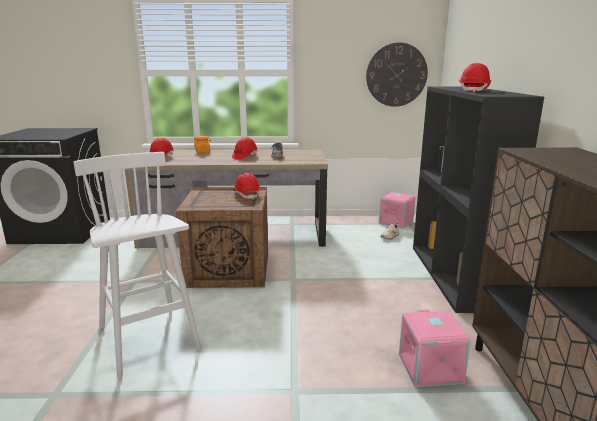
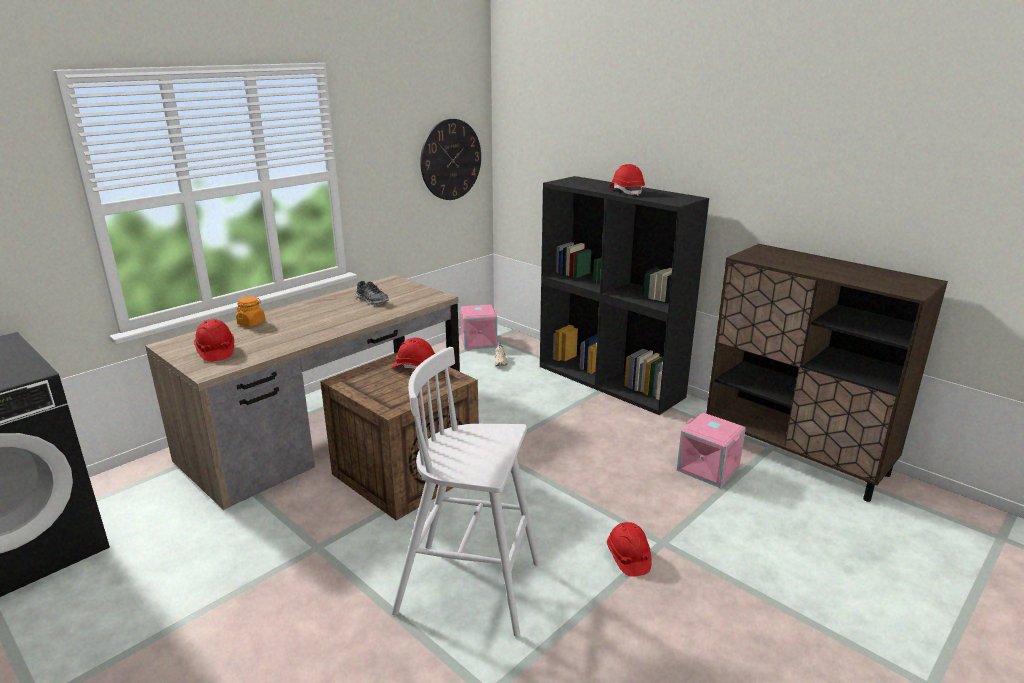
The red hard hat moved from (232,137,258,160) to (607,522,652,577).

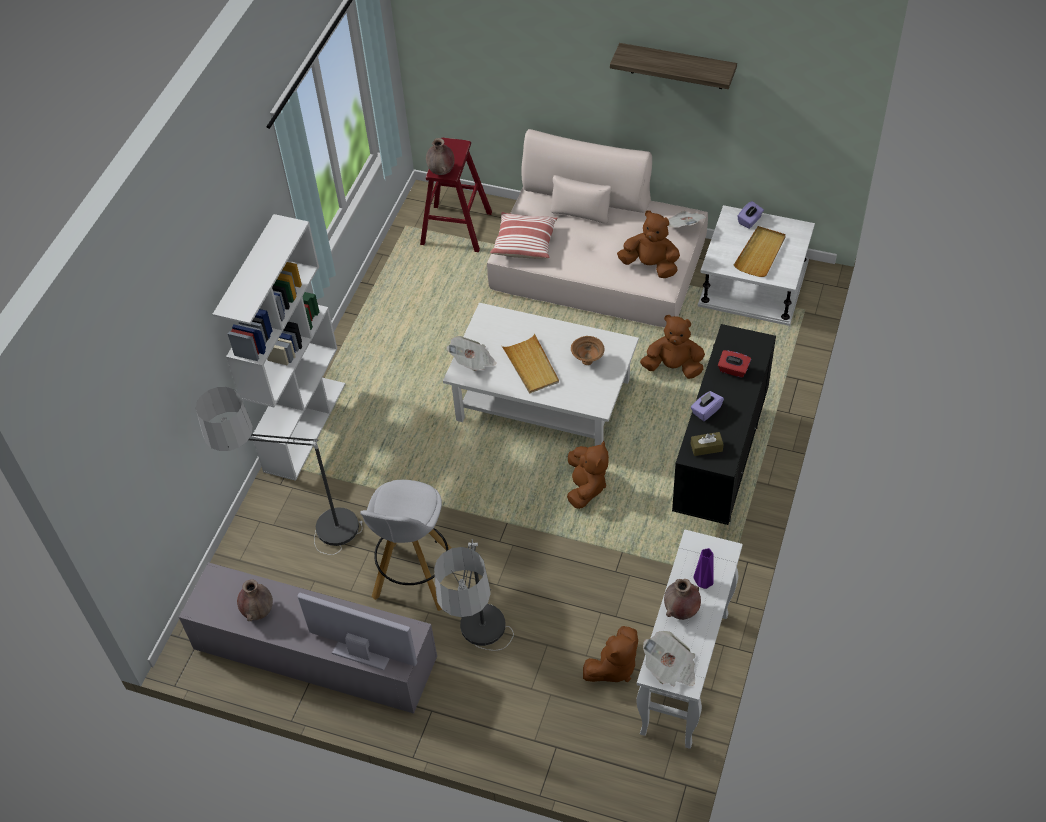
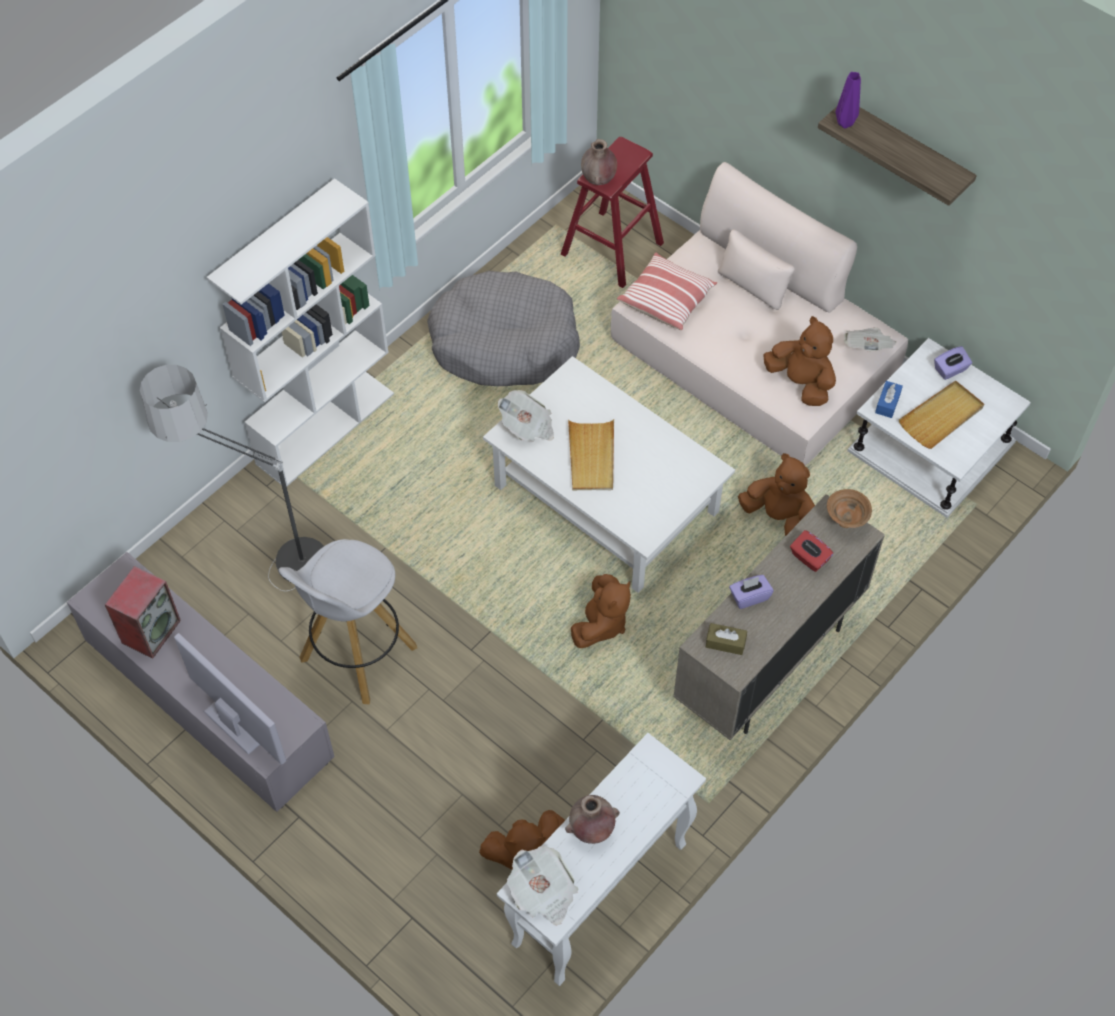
The black-coloured cabinet at (672,324,776,525) became the beige-coloured cabinet at (673,494,885,740). The brown-coloured serving bowl moved from (571,336,605,365) to (827,489,872,528). The floor lamp at (434,539,514,651) disappeared. The purple decorative vase moved from (693,548,714,589) to (836,72,861,129). The brown-coloured decorative vase at (237,580,273,621) was replaced by the speaker at (105,566,181,659). The grey dog cushion at (427,271,580,386) appeared. The blue-coloured tissue box at (875,381,903,418) appeared.

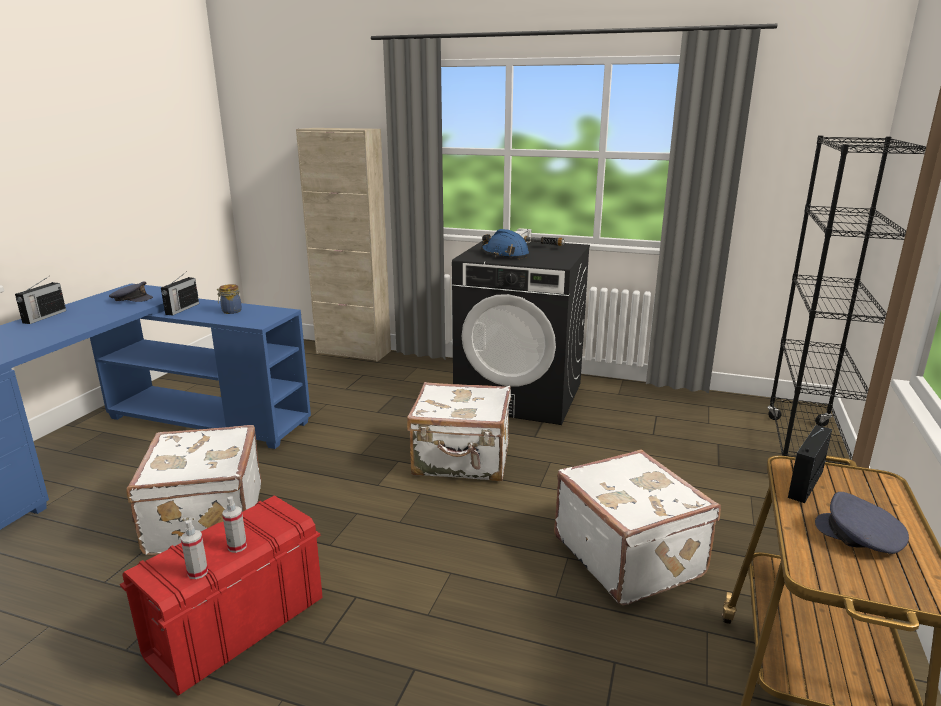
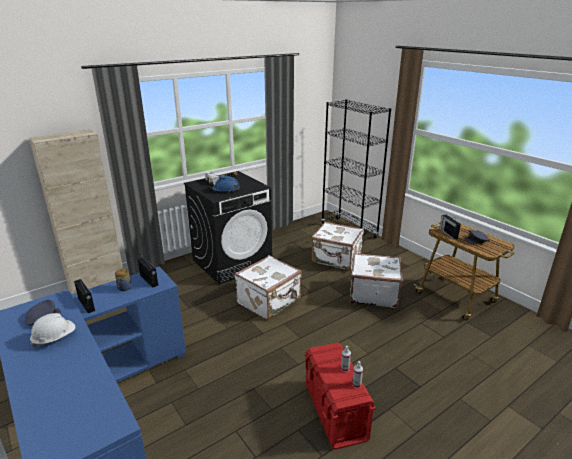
The radio receiver moved from (15,277,66,324) to (137,257,158,288). The white-coloured travel case moved from (126,425,262,556) to (311,222,364,271). The white-coloured hard hat at (30,313,76,348) appeared.

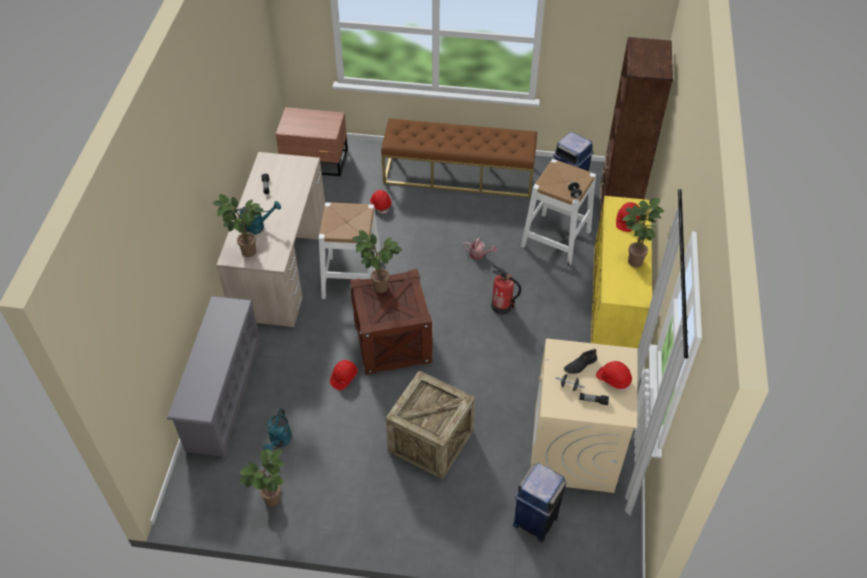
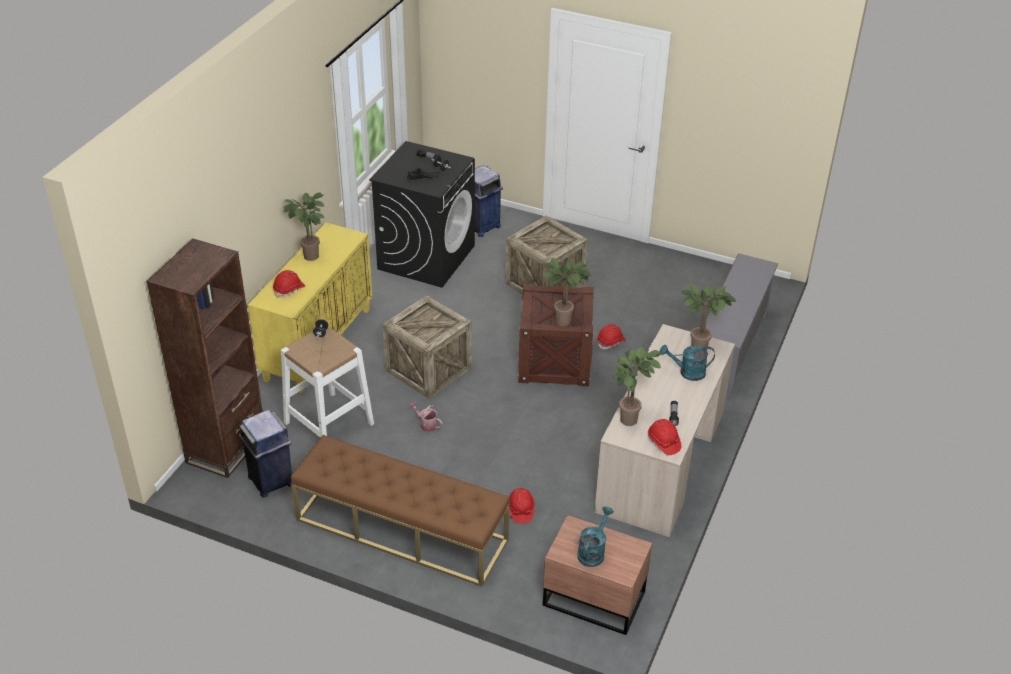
The white-coloured stool at (318,202,382,299) disappeared. The fire extinguisher at (491,264,521,315) was replaced by the crate at (383,295,472,399). The beige-coloured washing machine at (531,339,637,493) became the black-coloured washing machine at (369,141,475,288). The red hard hat moved from (596,361,632,391) to (648,419,681,455). The turquoise watering pot moved from (263,409,292,451) to (577,507,613,567). The potted plant moved from (239,449,284,507) to (612,347,661,426).

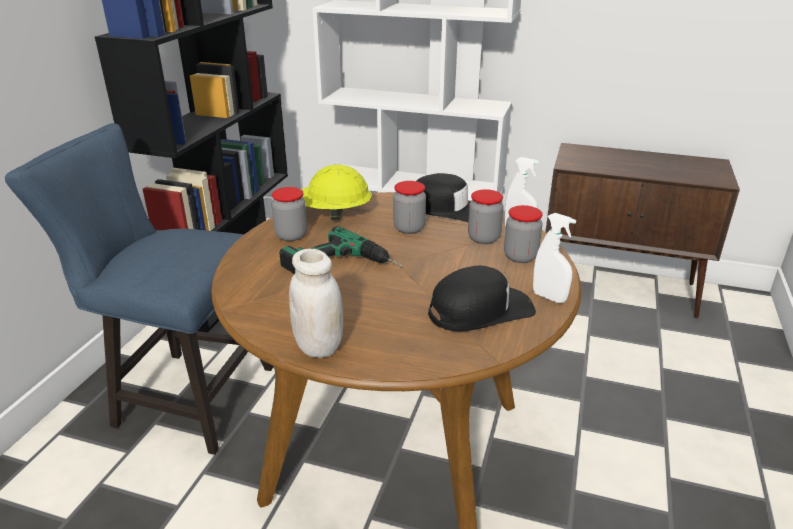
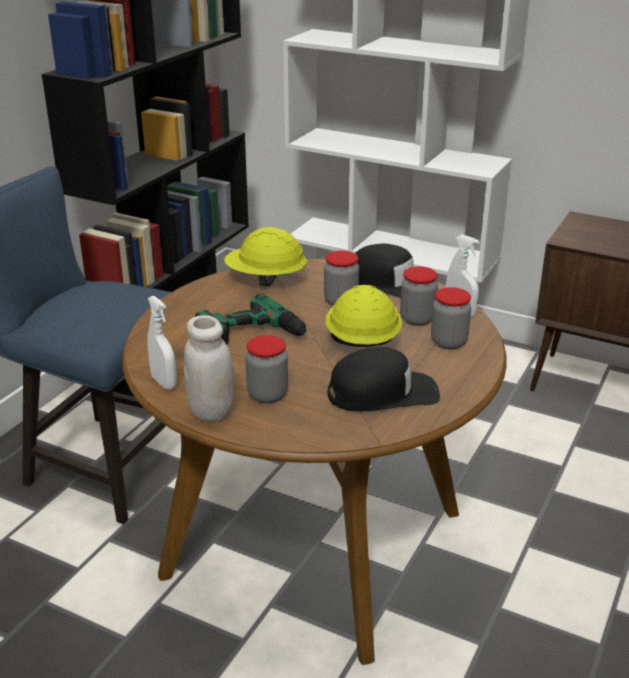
The storage jar moved from (271,187,307,241) to (245,335,288,403). The white-coloured hand sprayer moved from (533,213,576,303) to (148,296,177,390). The yellow hard hat at (325,285,402,347) appeared.

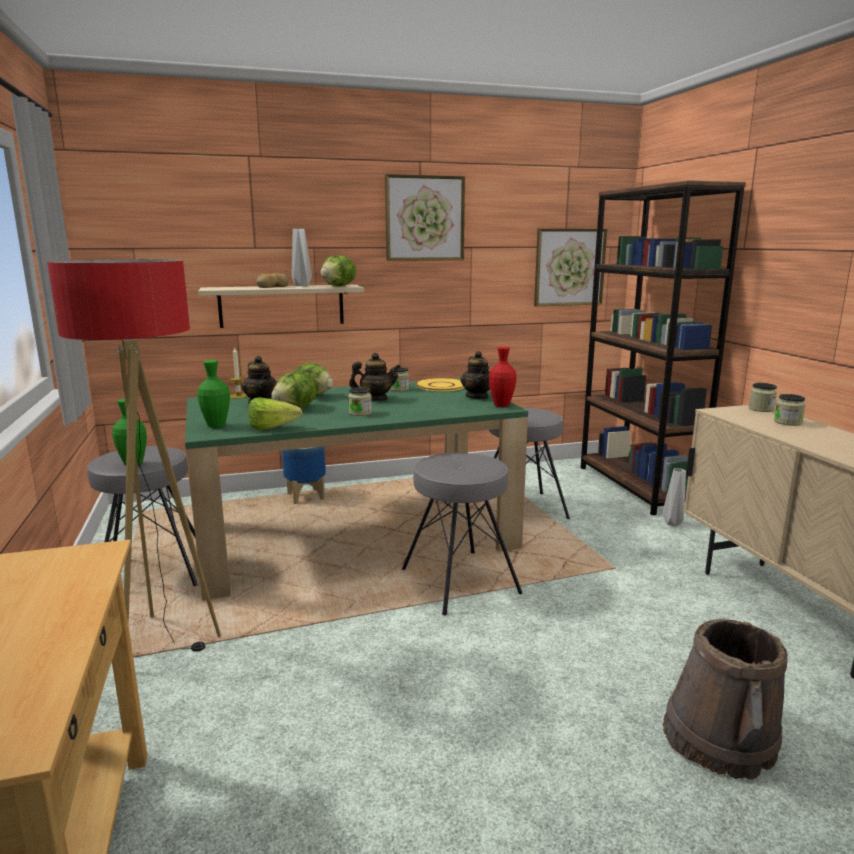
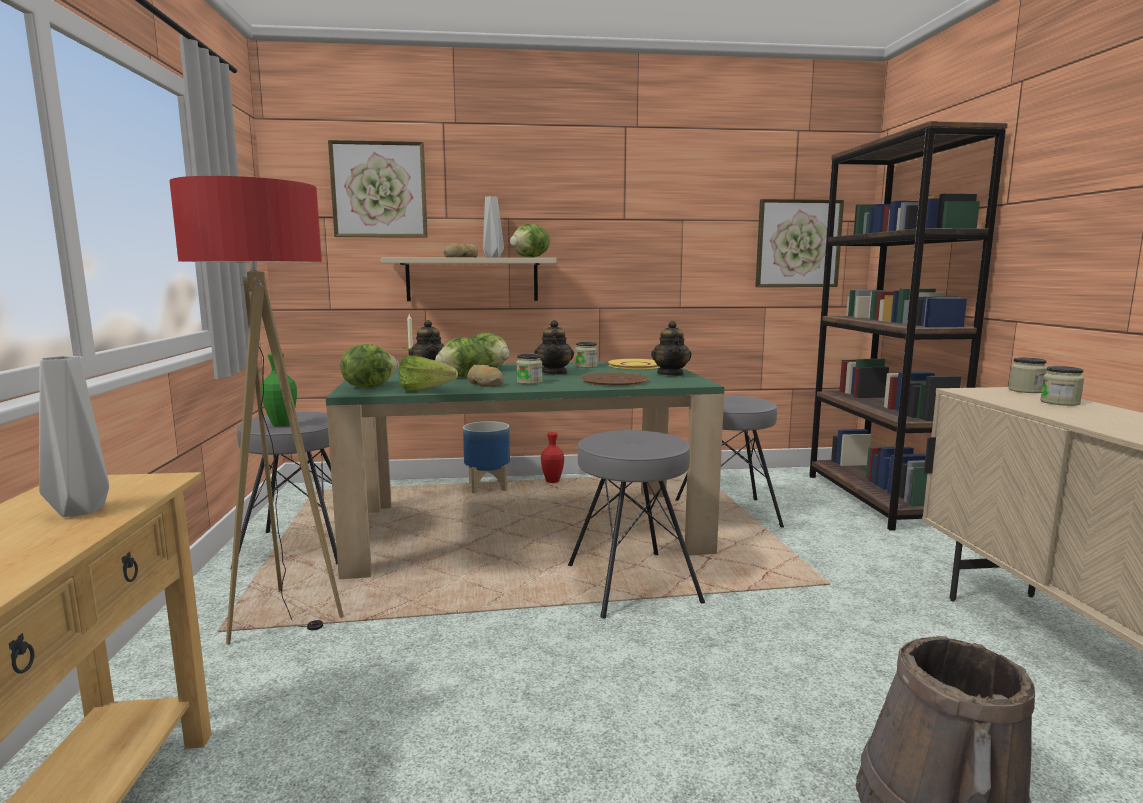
The wall picture moved from (385,174,465,261) to (328,140,428,238). The red decorative vase moved from (489,346,517,407) to (541,432,564,483). The pot for tea at (349,353,401,401) turned 90 degrees clockwise. The green decorative vase at (197,360,230,428) was replaced by the lettuce at (341,344,399,388). The grey decorative vase moved from (662,468,686,527) to (39,356,109,517). The bakery bread at (467,364,504,387) appeared. The brown-coloured plate at (581,372,649,386) appeared.

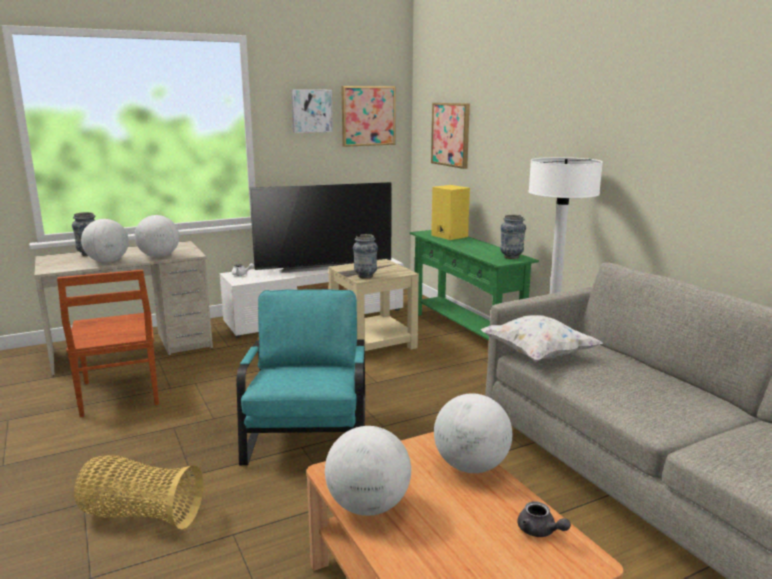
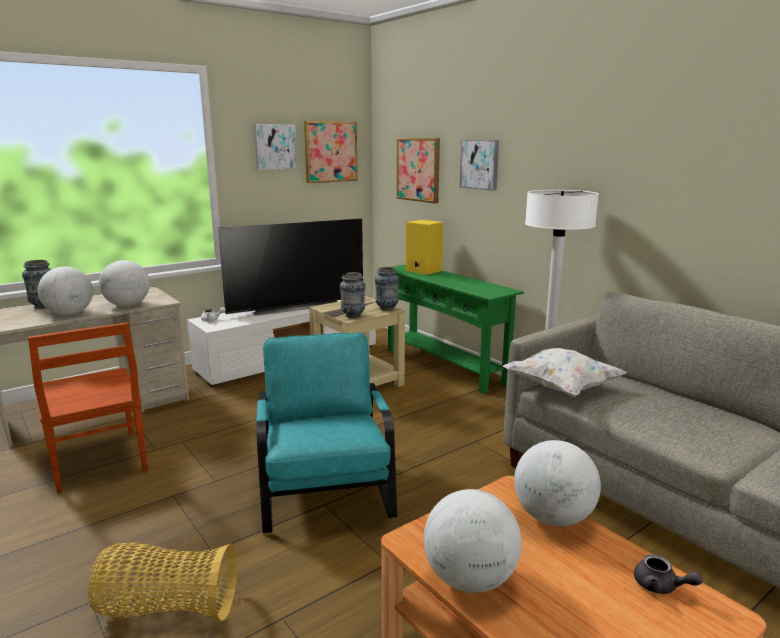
The decorative vase moved from (500,215,526,259) to (375,267,399,311). The wall picture at (460,140,499,191) appeared.

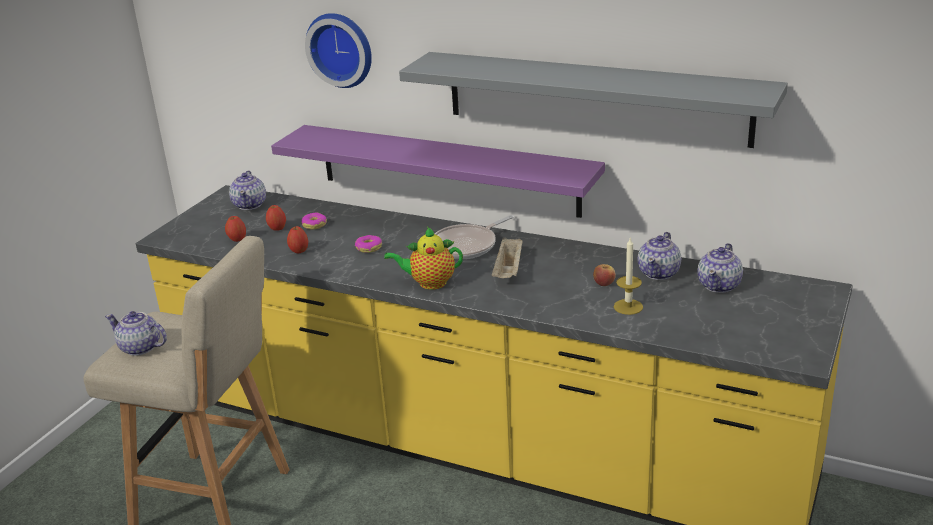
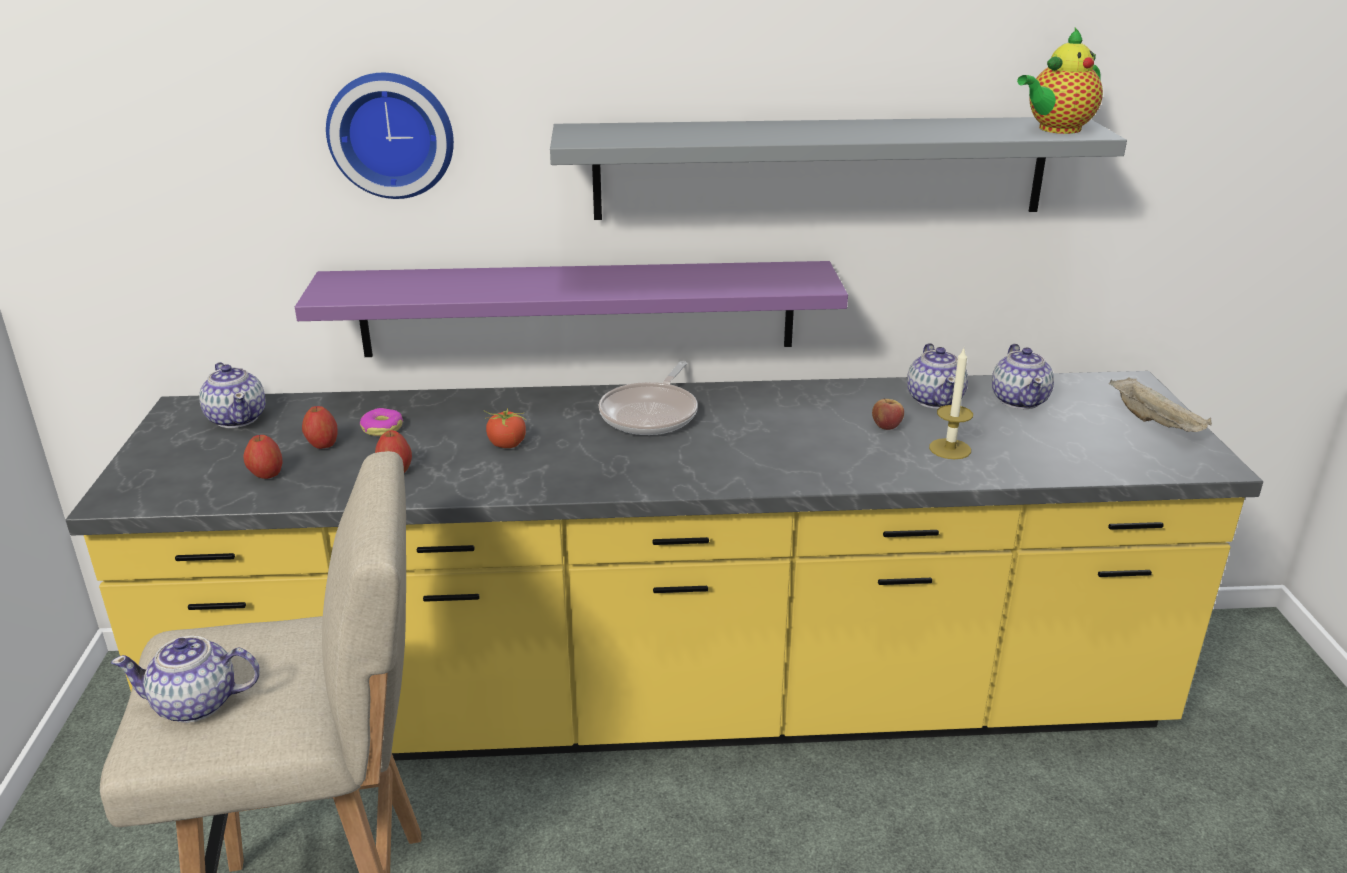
The pot for tea moved from (384,227,463,290) to (1017,28,1103,134). The doughnut at (355,235,382,253) was replaced by the whole tomato at (484,408,527,448). The beige-coloured tray moved from (492,237,523,278) to (1109,377,1212,432).

